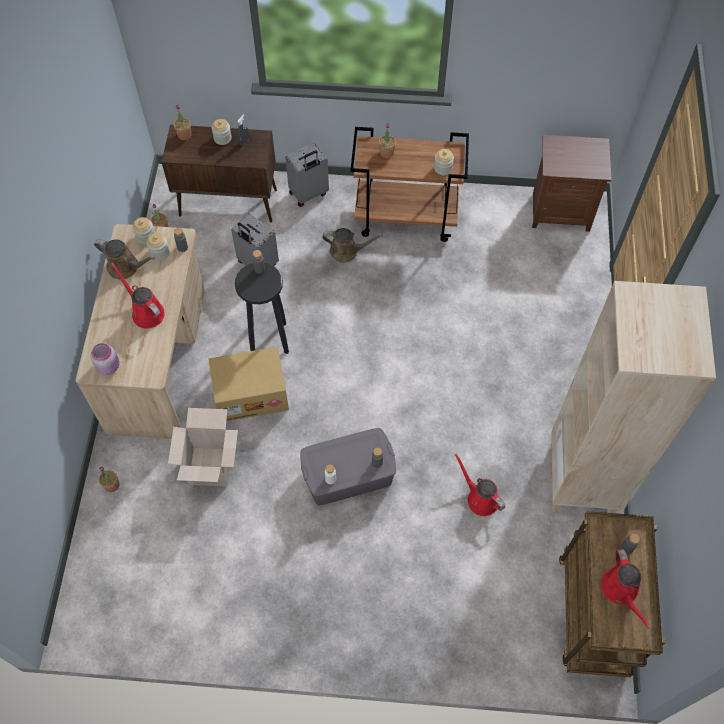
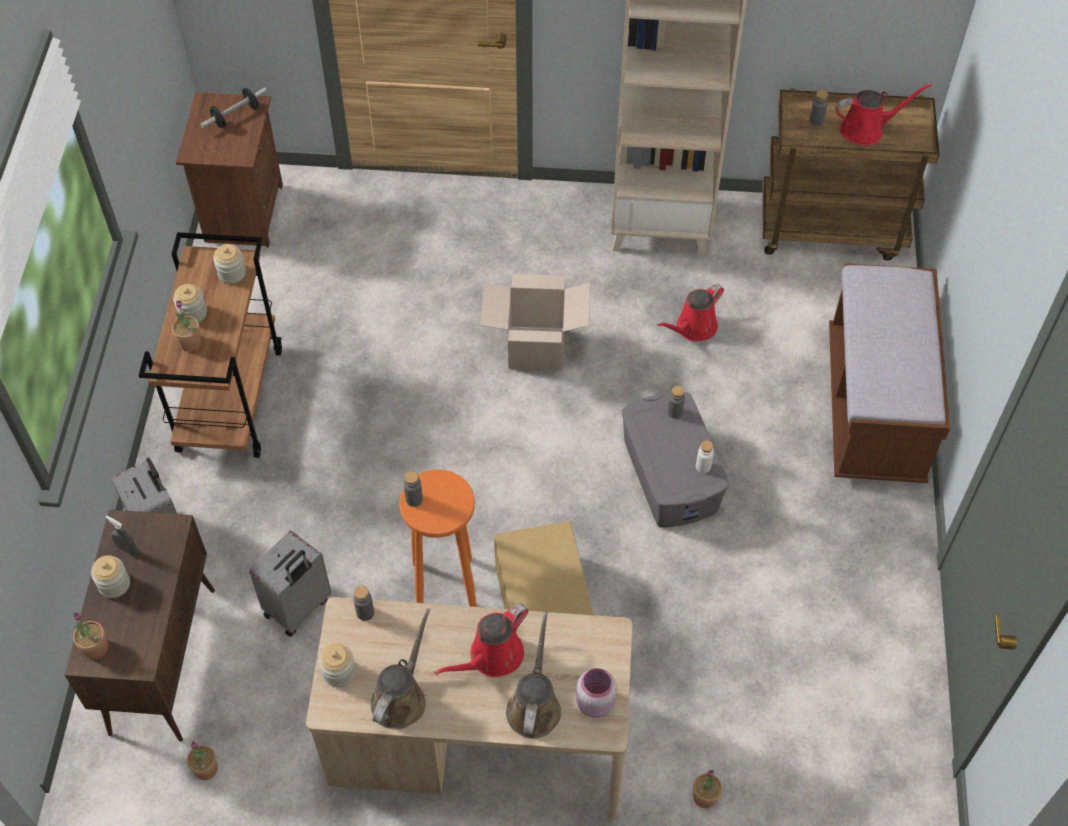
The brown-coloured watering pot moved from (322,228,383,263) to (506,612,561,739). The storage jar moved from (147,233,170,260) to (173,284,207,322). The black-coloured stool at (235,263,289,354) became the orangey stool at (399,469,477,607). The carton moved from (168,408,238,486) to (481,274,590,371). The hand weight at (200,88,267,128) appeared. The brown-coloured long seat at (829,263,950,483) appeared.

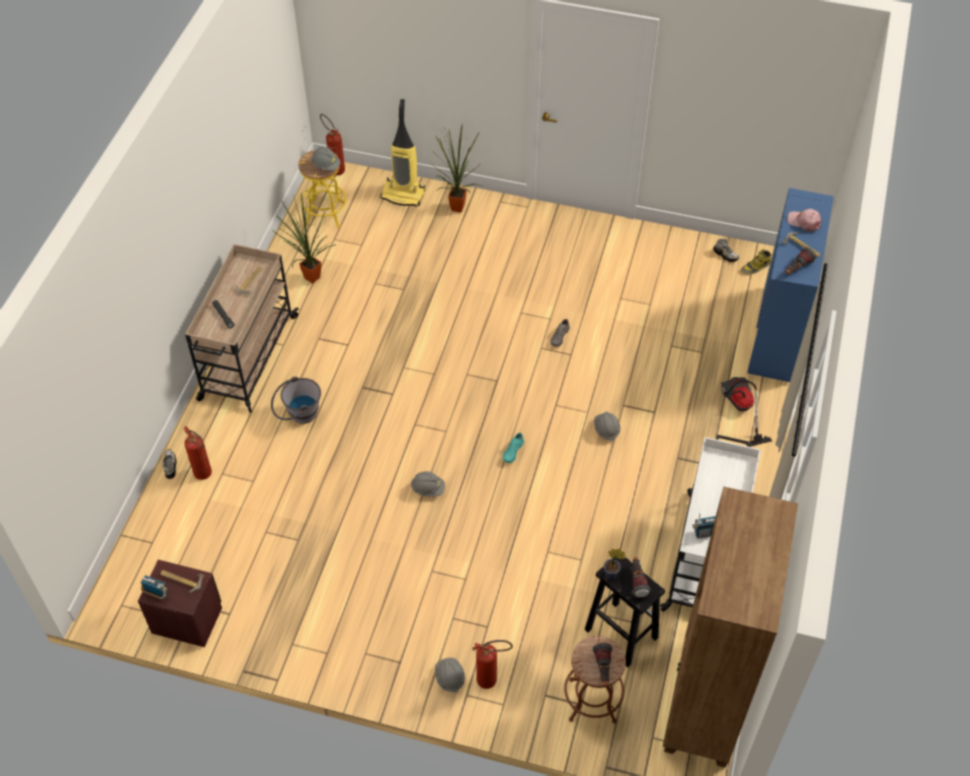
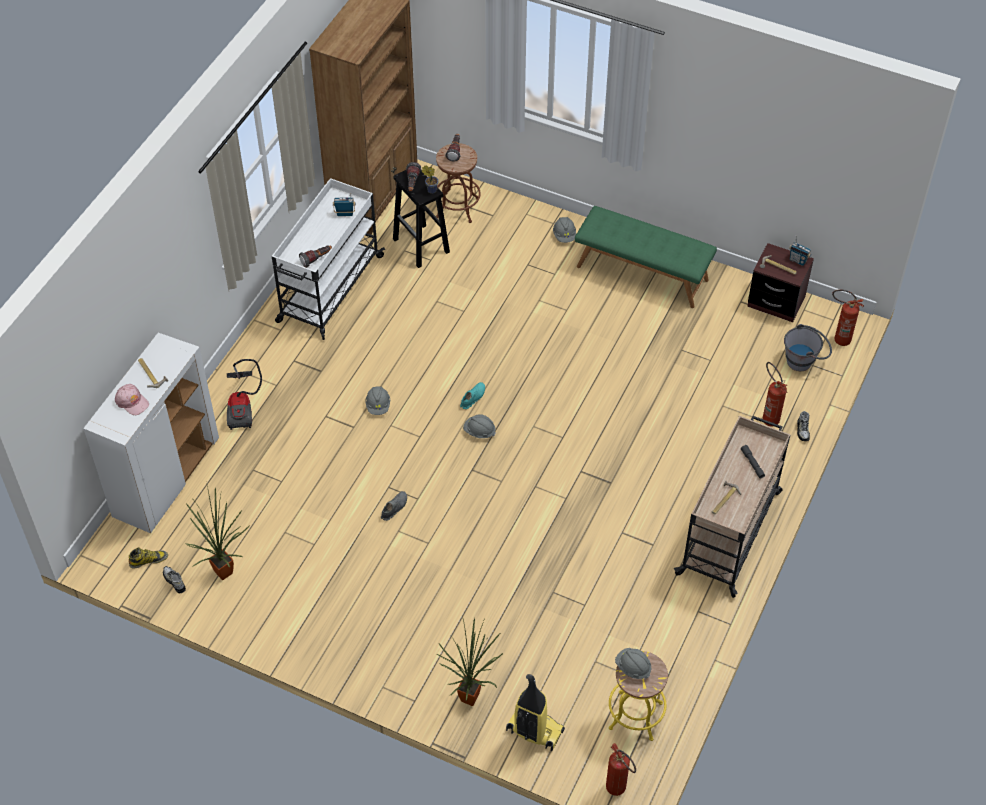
The blue-coloured cabinet at (747,188,834,382) became the white-coloured cabinet at (83,333,219,533). The potted plant moved from (272,193,336,284) to (185,481,250,580). The torch moved from (785,247,816,274) to (299,245,332,268). The grey bucket moved from (271,376,321,424) to (784,324,832,371). The grey hard hat moved from (411,471,445,497) to (463,414,496,438). The fire extinguisher moved from (472,640,513,689) to (832,289,864,346). The green long seat at (575,206,717,308) appeared.

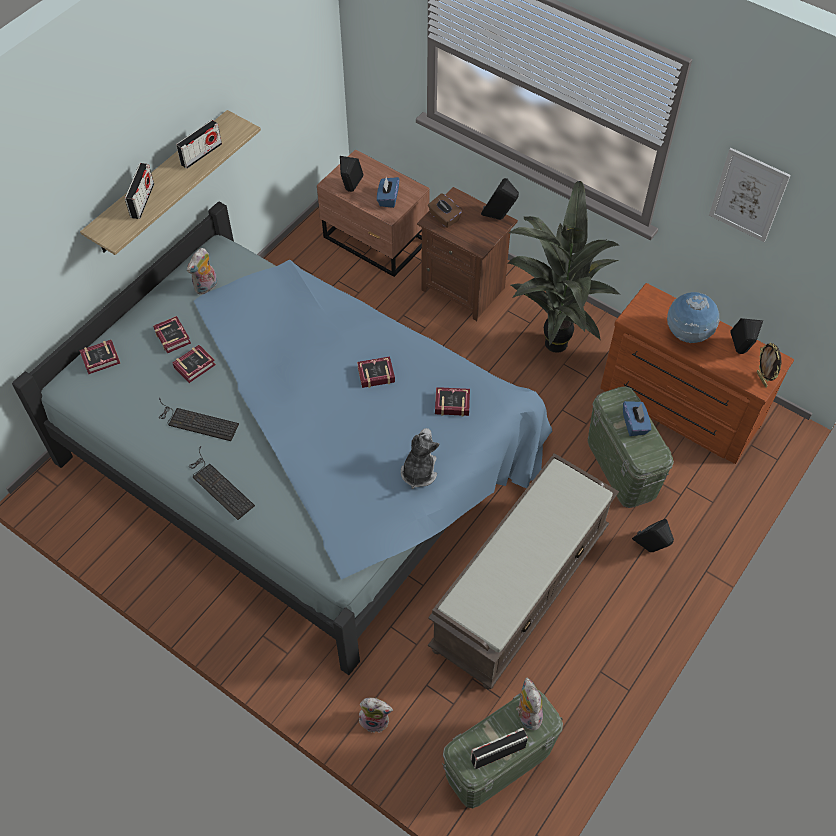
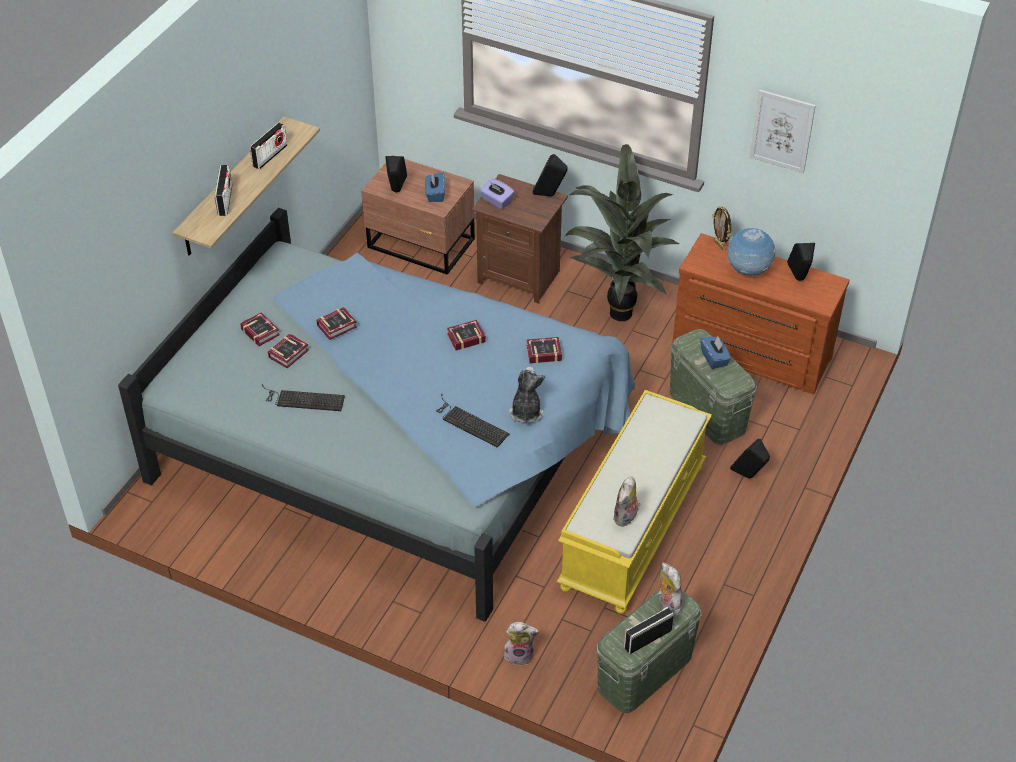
The brown-coloured tissue box at (428,193,462,228) became the purple tissue box at (480,178,514,209). The plush toy moved from (187,248,218,295) to (613,476,641,527). The book moved from (79,340,120,374) to (317,307,357,340). The standing frame moved from (757,343,781,388) to (712,206,731,251). The PC keyboard moved from (190,446,255,520) to (436,394,509,448). The brown-coloured long seat at (428,454,619,690) became the yellow long seat at (557,390,712,614).

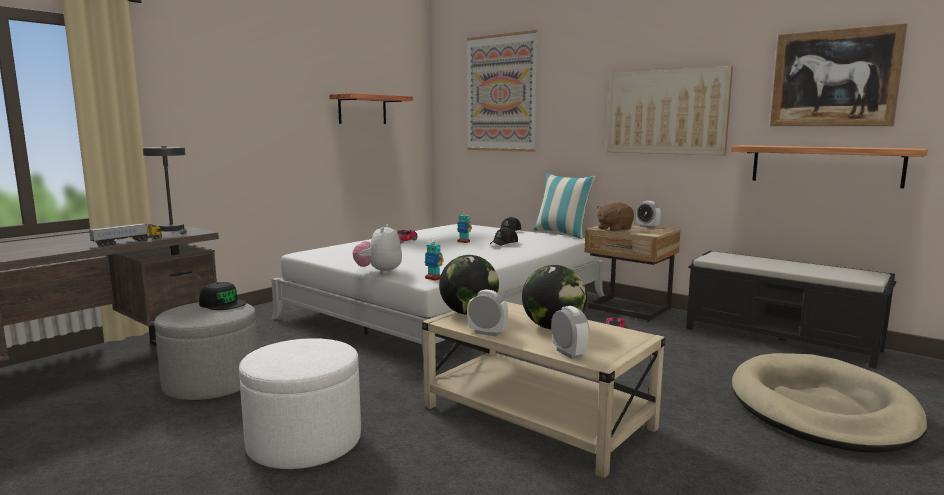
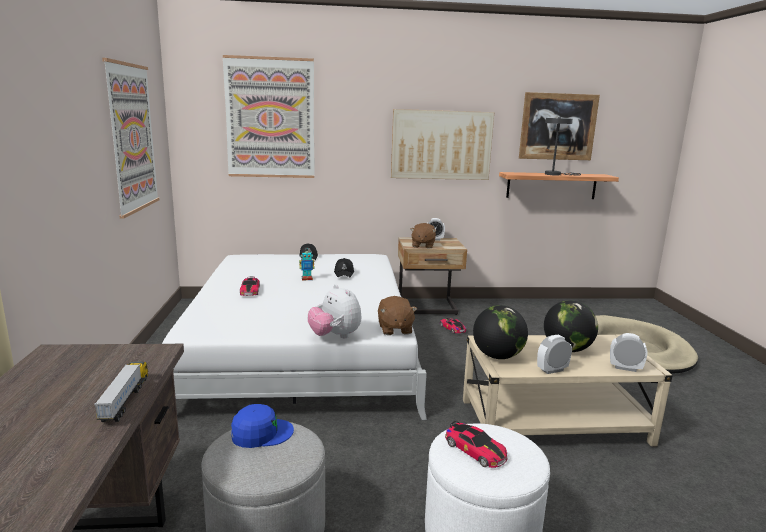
The bracket shelf at (329,93,413,124) was replaced by the wall picture at (102,58,159,219). The grey table lamp moved from (143,146,187,234) to (545,117,581,176). The cushion at (533,173,596,239) disappeared. The toy robot at (424,238,444,281) was replaced by the brown-coloured plush toy at (378,296,417,335). The black-coloured long seat at (686,251,896,369) disappeared. The black-coloured peaked cap at (199,282,247,310) became the blue-coloured peaked cap at (231,404,294,448). The toy car at (445,421,508,468) appeared.

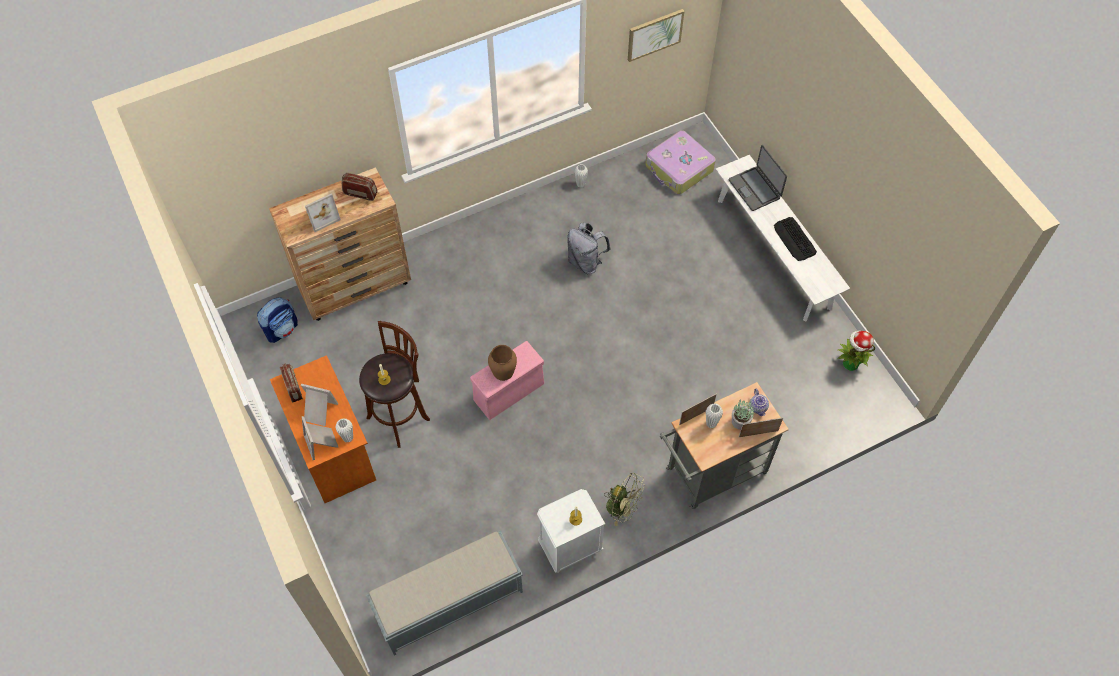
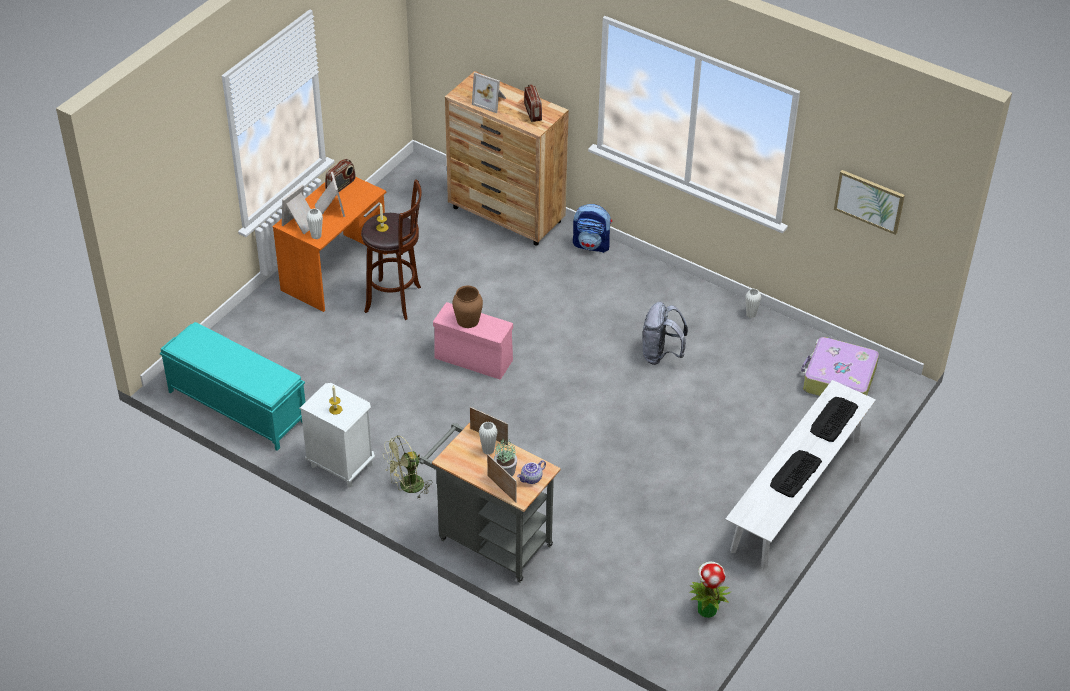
The notebook computer at (729,145,787,211) was replaced by the PC keyboard at (810,397,858,442). The knapsack moved from (257,298,298,343) to (573,204,612,253). The green fan at (604,473,645,526) turned 60 degrees clockwise. The grey long seat at (366,531,523,655) became the turquoise long seat at (160,322,305,451).

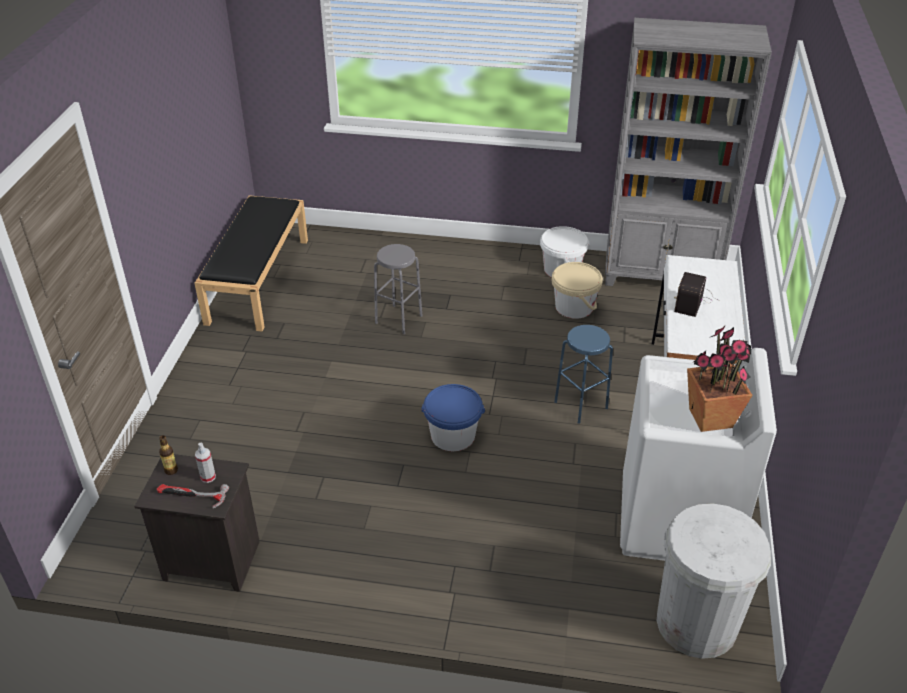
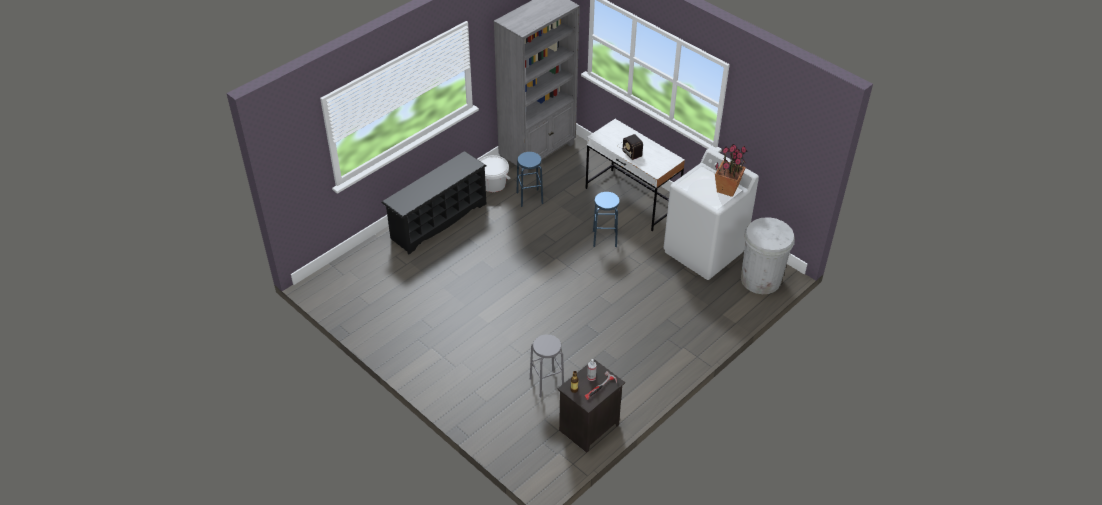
The black-coloured long seat at (194,195,308,332) disappeared. The grey stool moved from (374,244,422,334) to (530,334,564,398). The beige-coloured bucket at (552,262,603,319) was replaced by the blue-coloured stool at (517,152,543,207). The blue-coloured bucket at (421,384,485,451) disappeared. The black-coloured shoe shelf at (382,151,486,255) appeared.

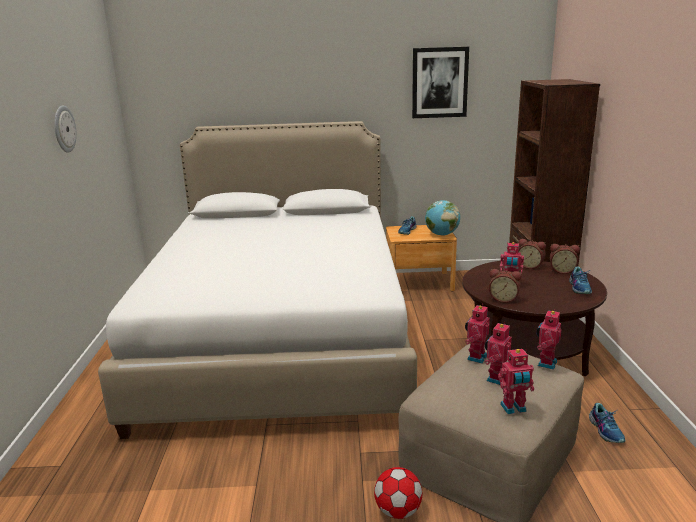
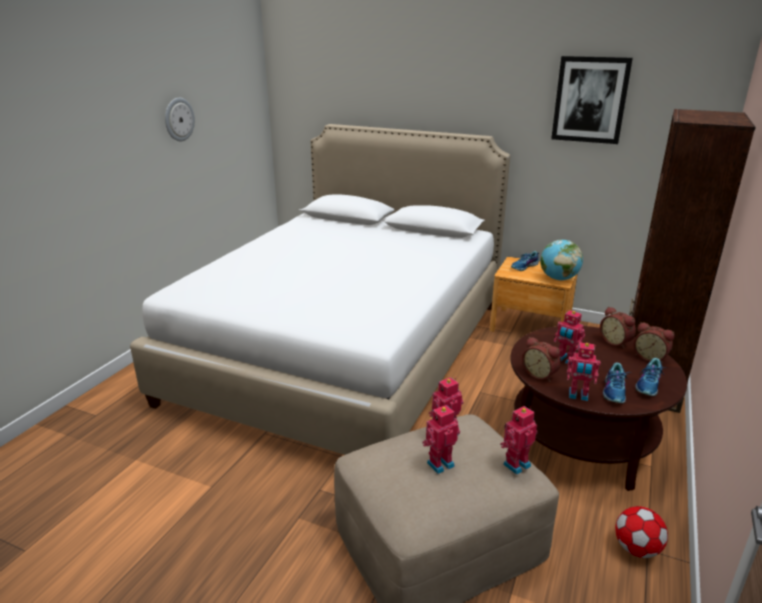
The toy robot moved from (498,349,534,414) to (567,342,600,401). The shoe moved from (589,403,625,443) to (603,362,629,403). The football moved from (374,467,422,519) to (615,506,668,558).

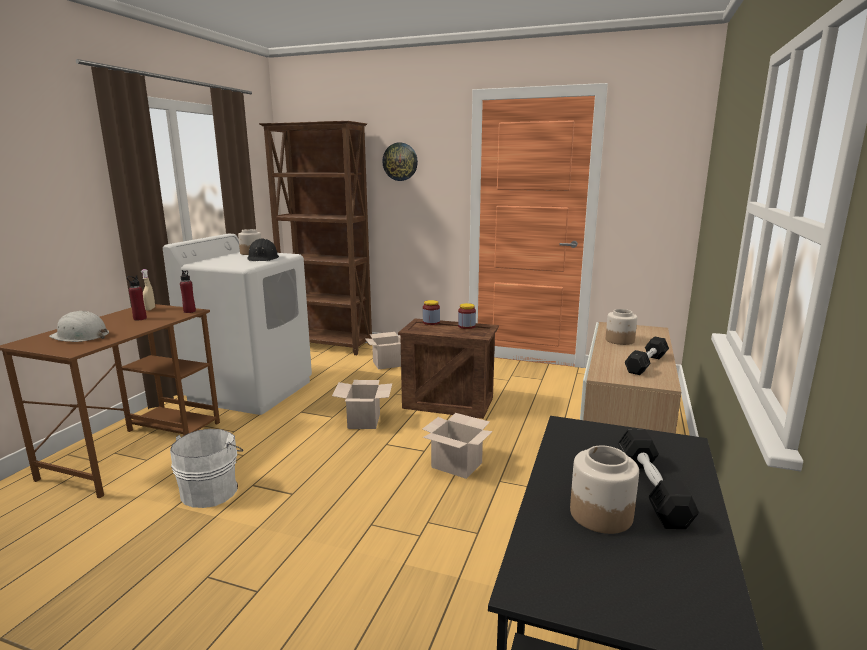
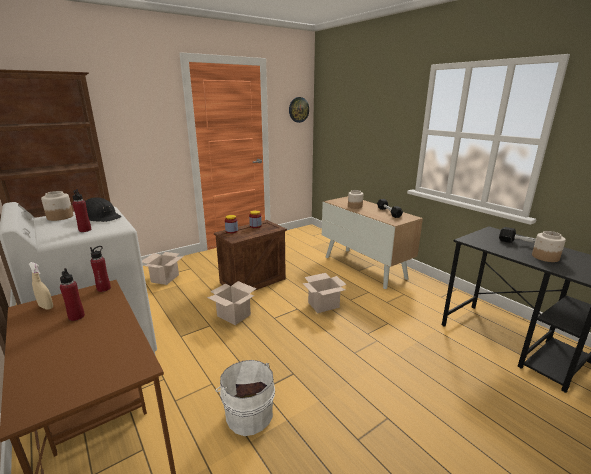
The clock on the wall moved from (382,142,418,181) to (289,97,309,123). The white-coloured hard hat at (49,311,109,342) disappeared. The red bottle at (72,189,91,232) appeared.

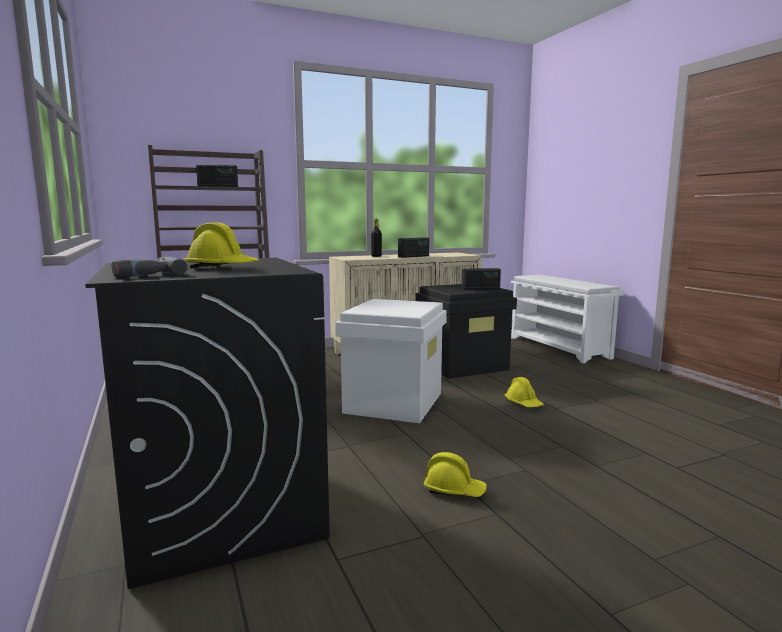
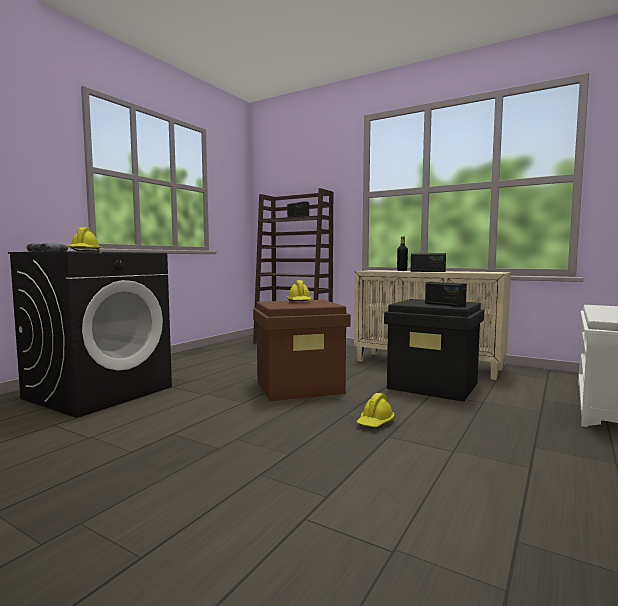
The white-coloured storage container at (335,299,447,423) became the brown-coloured storage container at (253,300,350,401). The yellow hard hat moved from (423,452,487,497) to (287,280,312,301).

